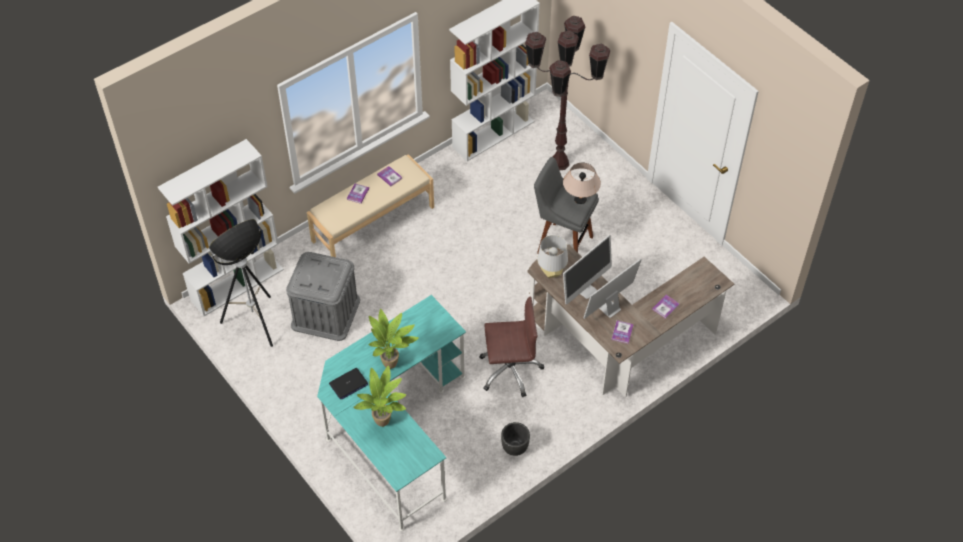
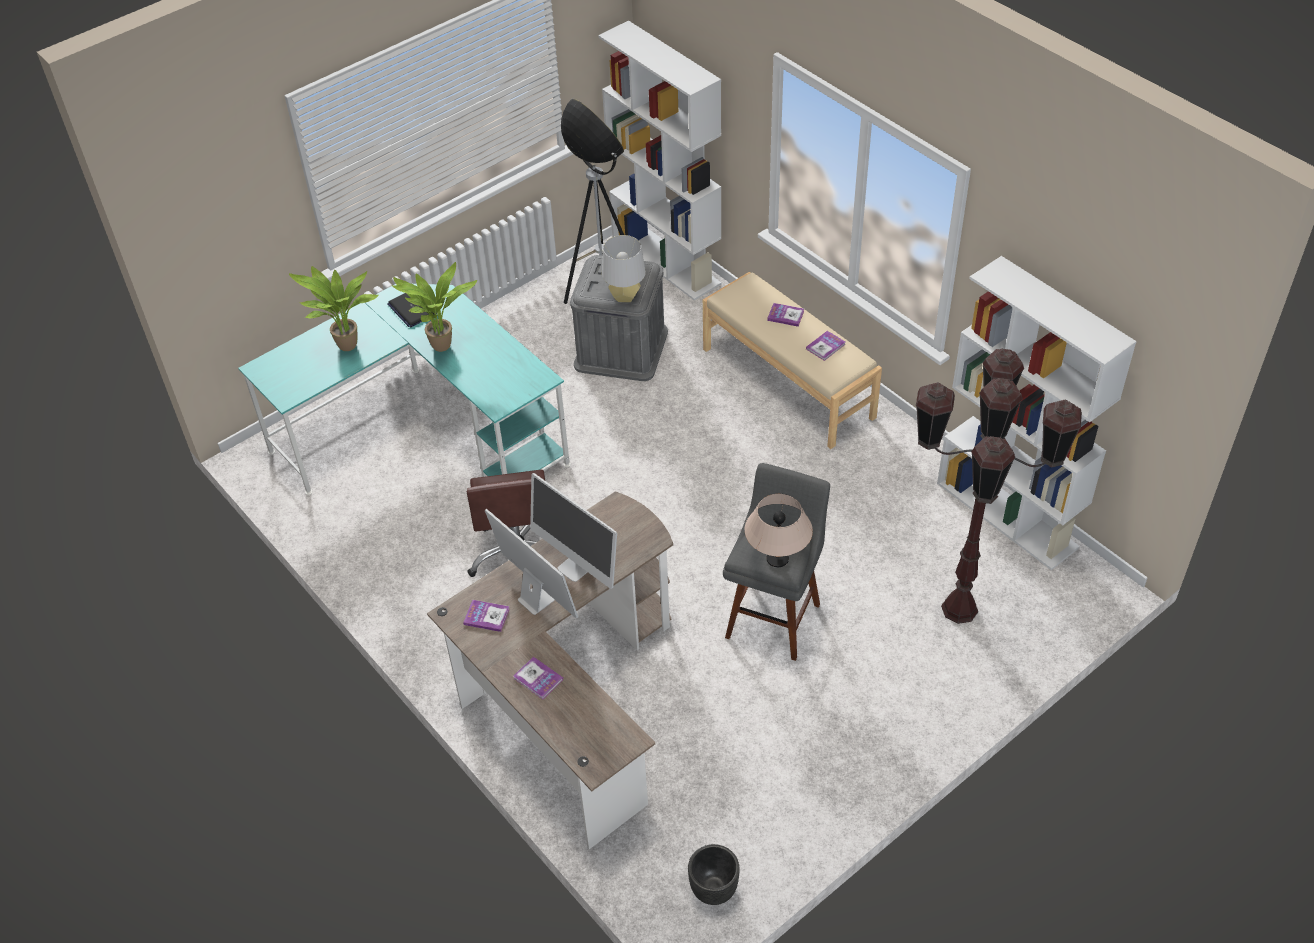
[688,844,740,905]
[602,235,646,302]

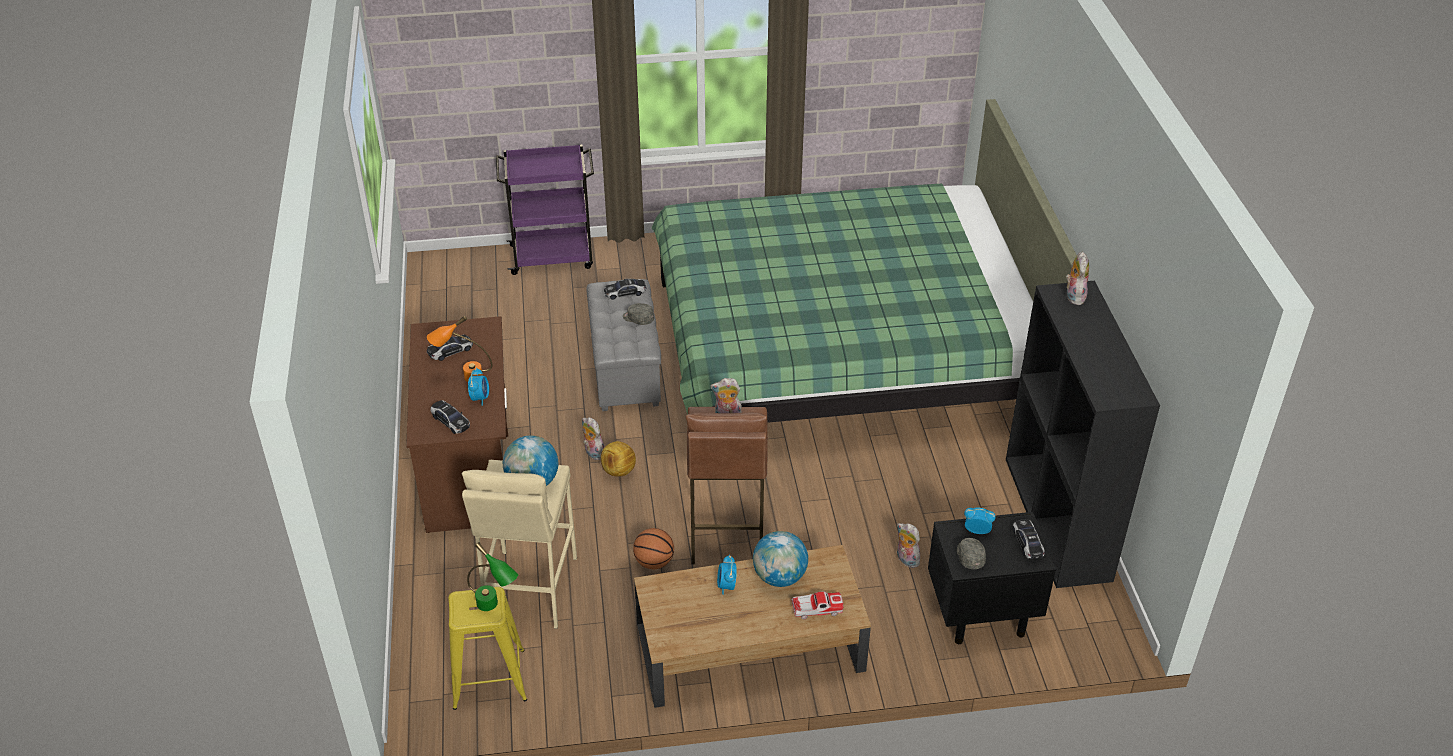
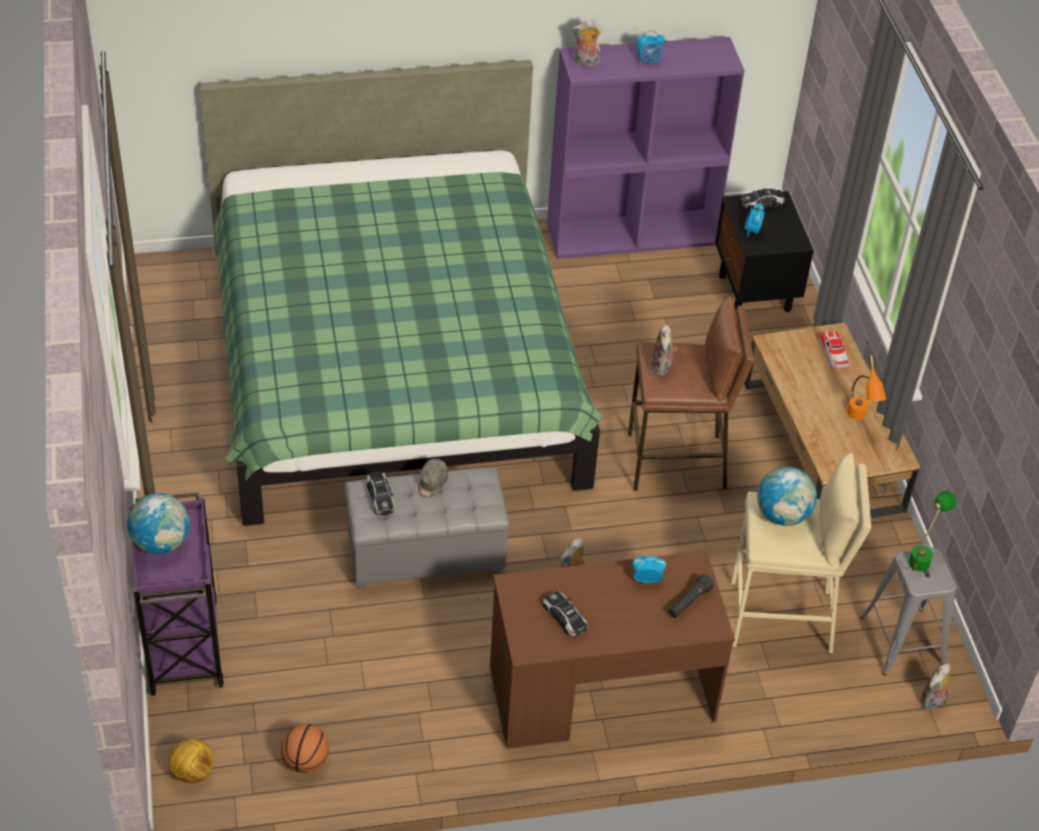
[847,355,886,420]
[668,574,714,618]
[861,548,957,675]
[168,738,214,783]
[281,724,329,773]
[637,31,665,64]
[127,493,189,554]
[919,663,951,710]
[957,538,986,569] (first image)
[547,37,745,259]

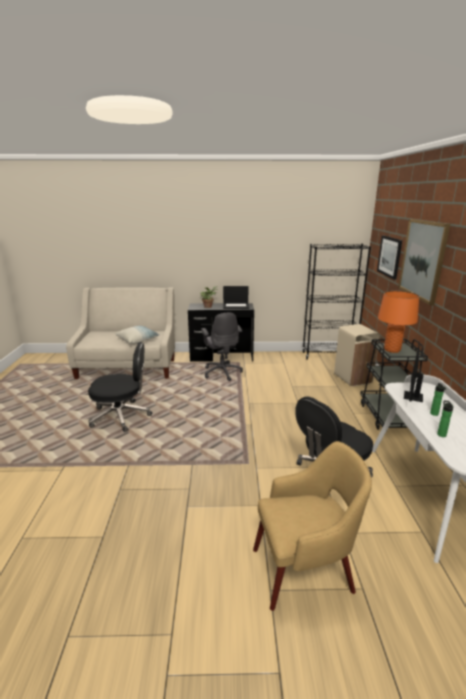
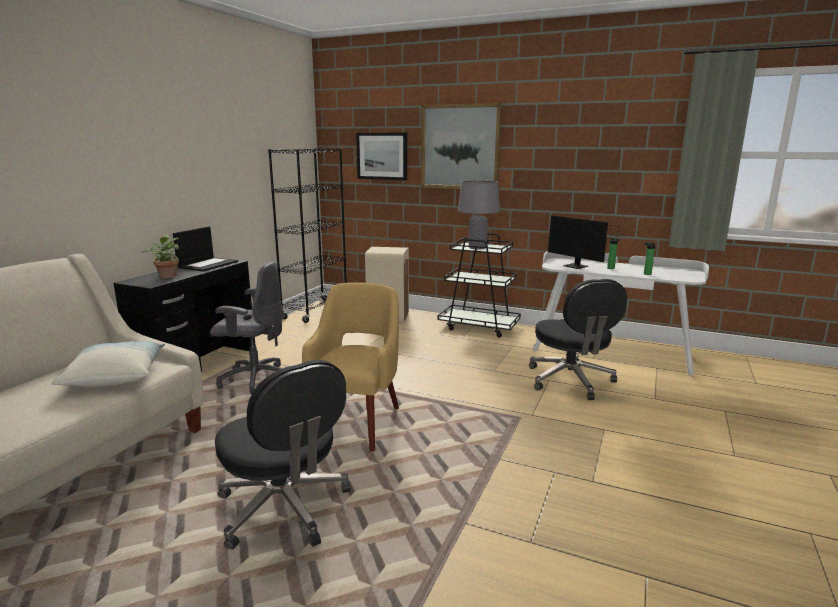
[215,360,351,550]
[302,282,399,451]
[458,181,500,250]

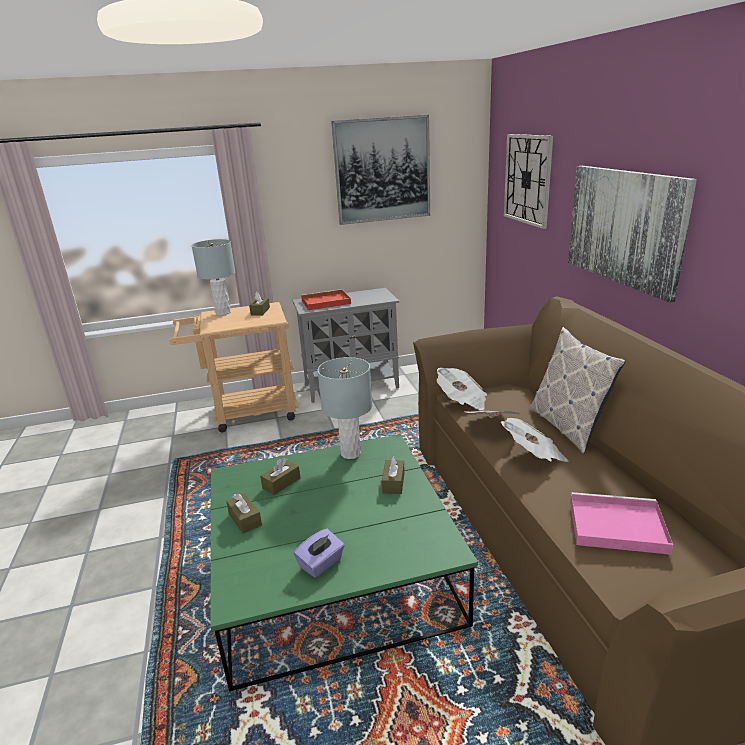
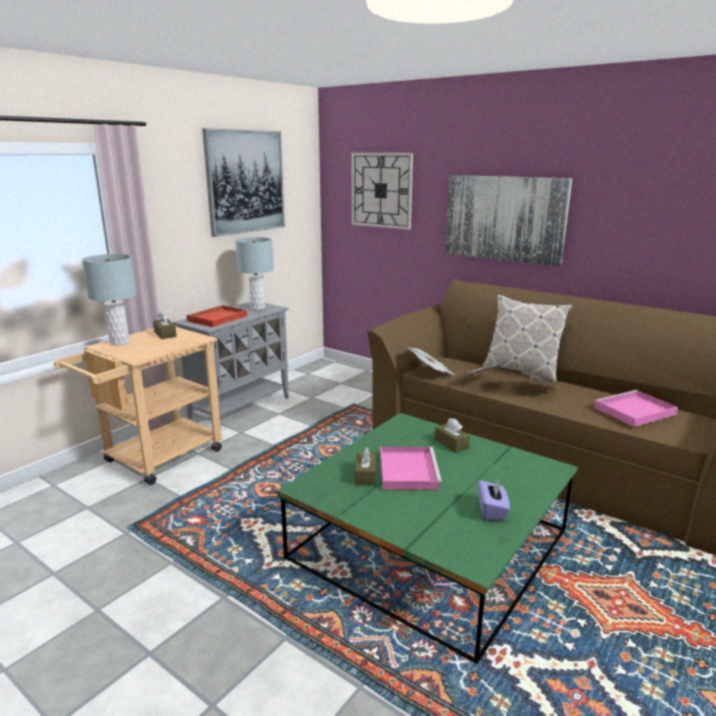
[226,493,262,534] (first image)
[235,237,274,310]
[380,447,442,490]

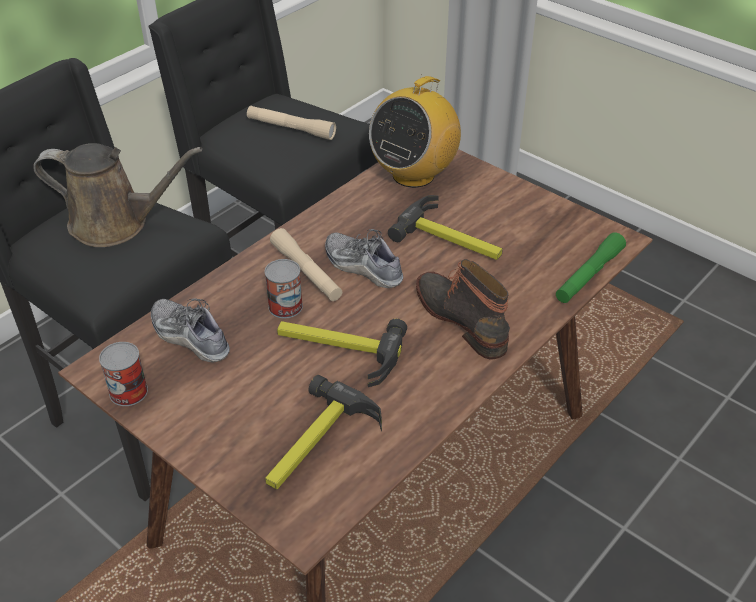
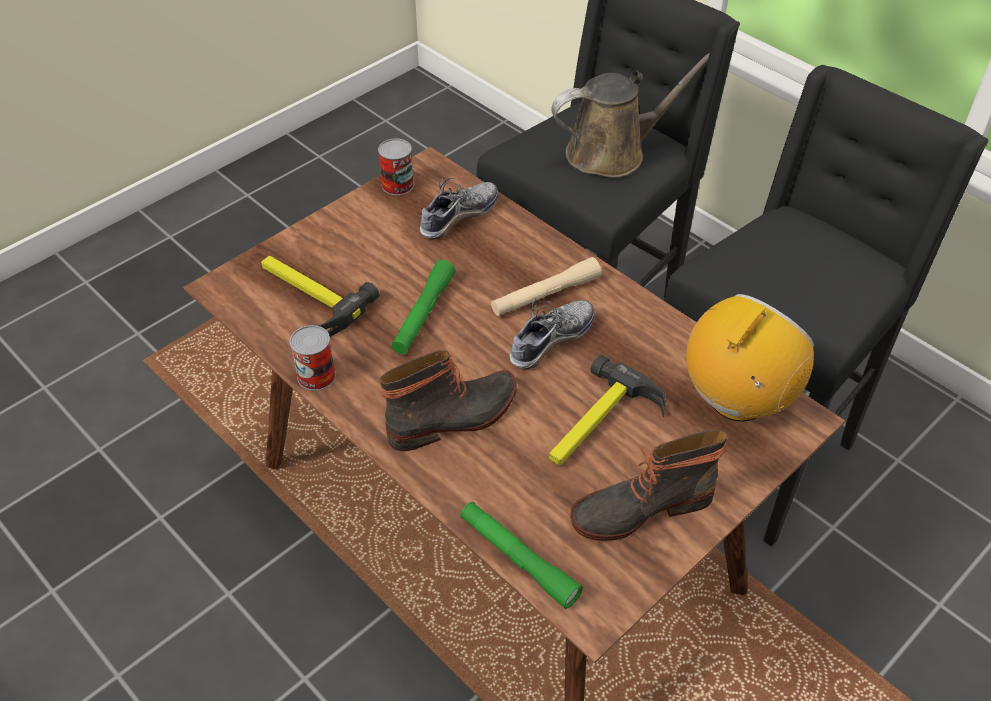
[551,53,710,178]
[247,106,336,140] (first image)
[290,325,336,391]
[391,260,456,354]
[686,294,814,422]
[570,430,728,541]

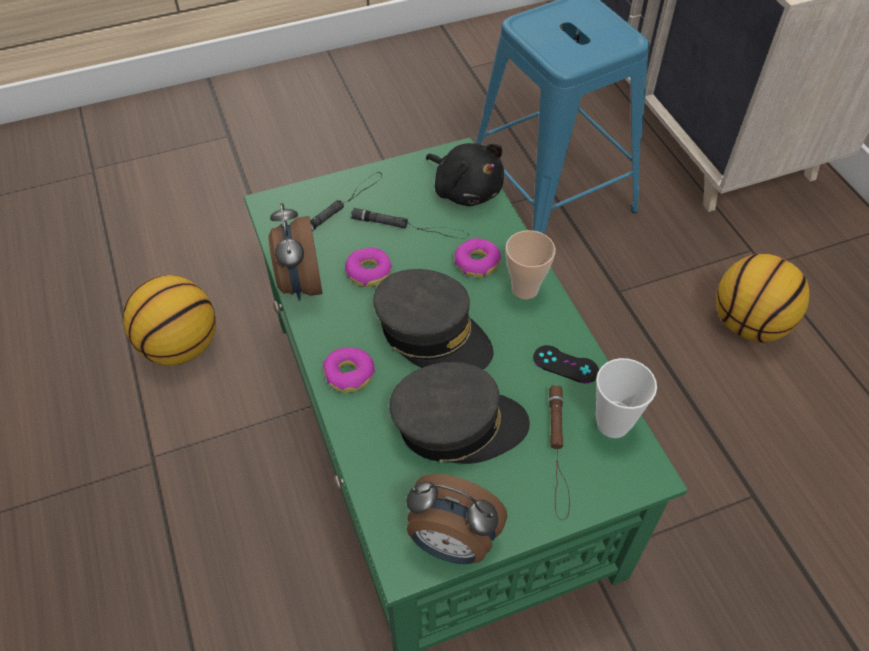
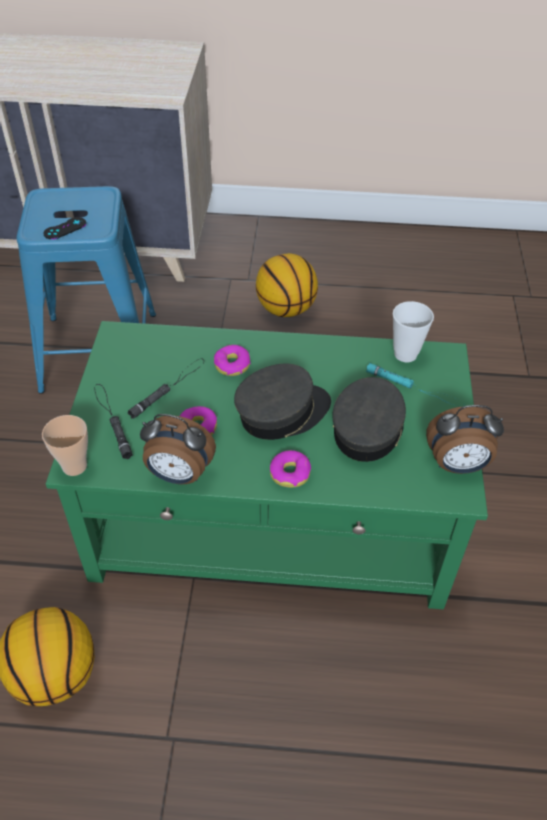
[426,405,504,474]
[426,143,504,206] (first image)
[42,415,88,476]
[43,217,86,239]
[366,363,464,407]

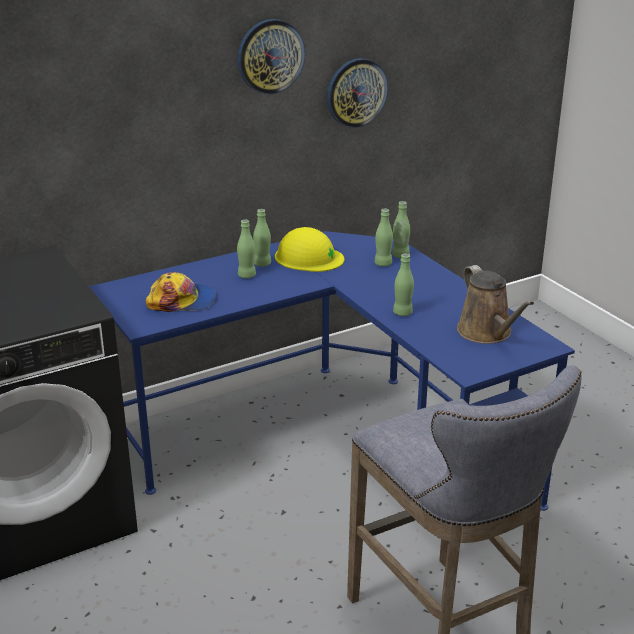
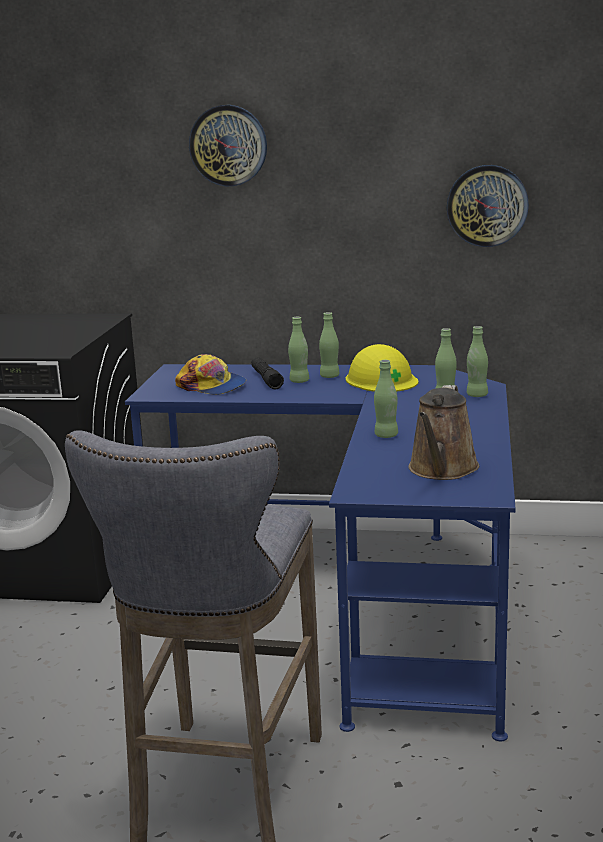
[189,105,267,186]
[251,357,284,389]

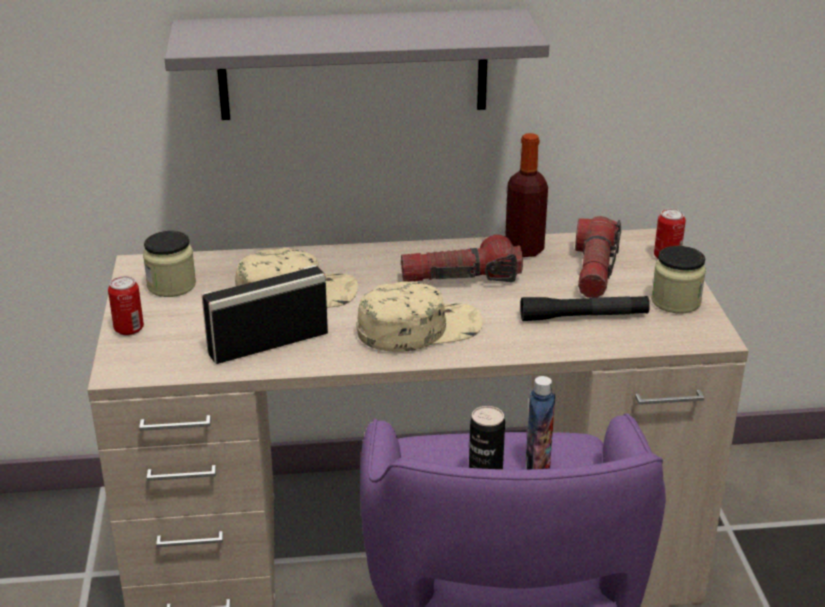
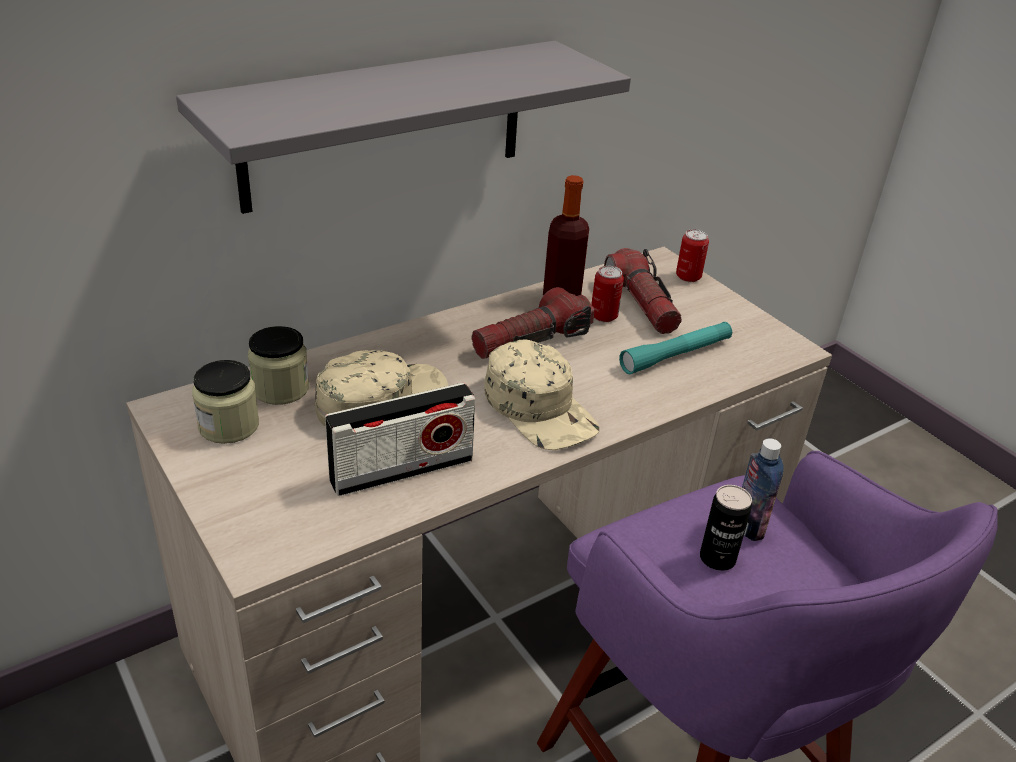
[591,266,624,322]
[325,383,475,496]
[484,340,599,450]
[619,322,732,374]
[248,326,309,405]

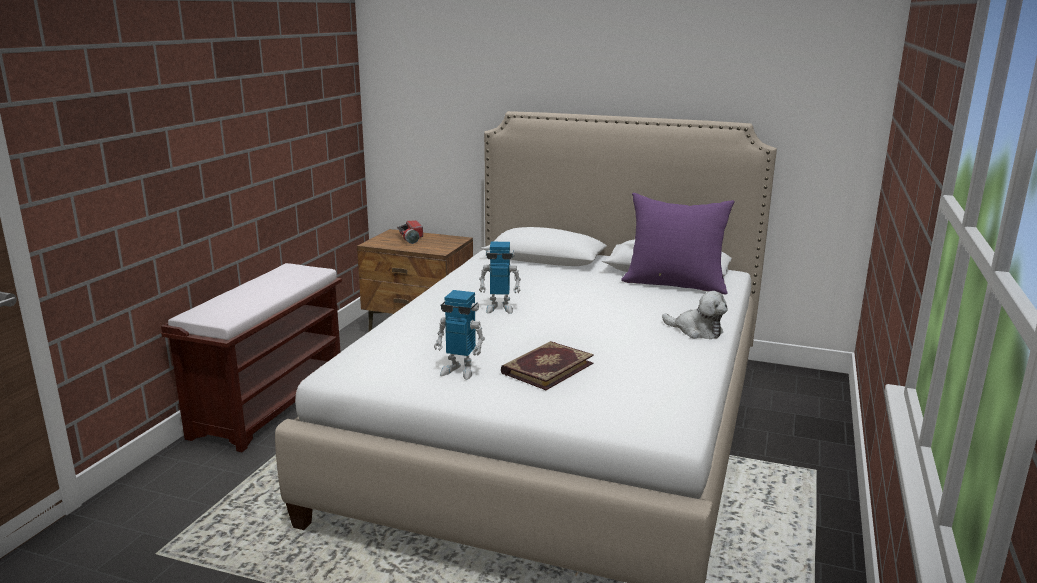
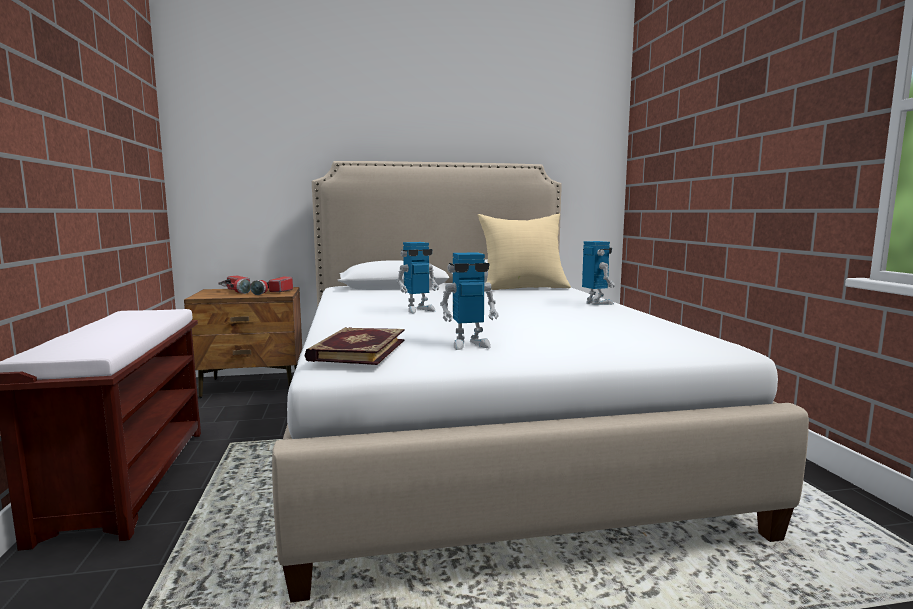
[305,327,405,365]
[477,214,571,290]
[582,241,615,305]
[250,276,293,295]

